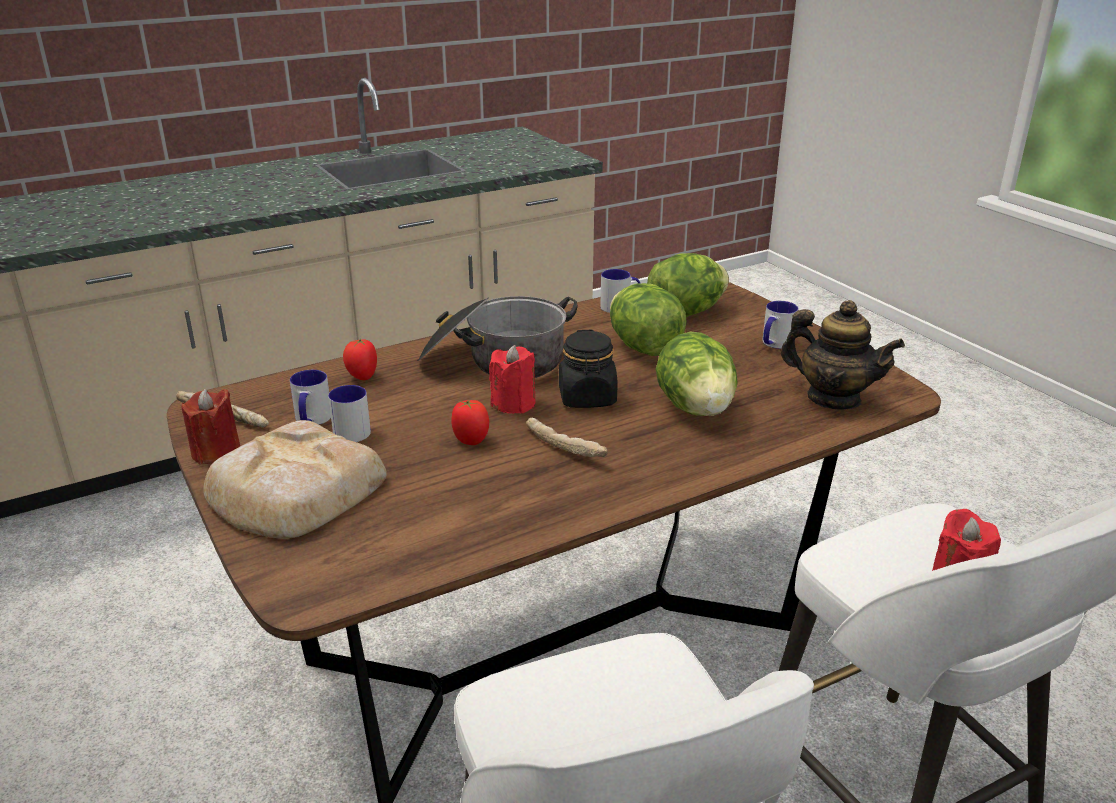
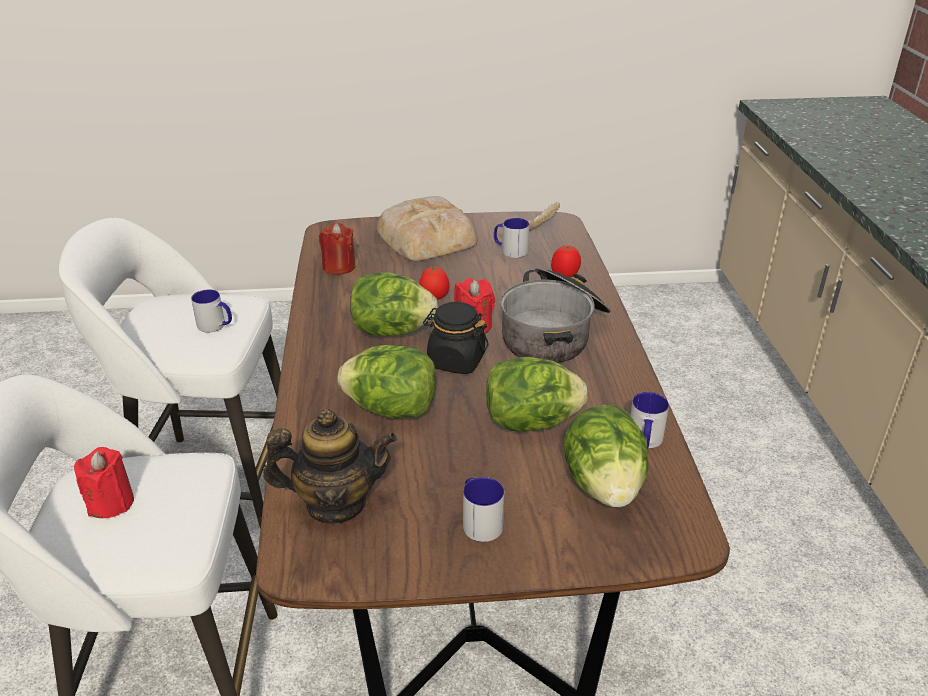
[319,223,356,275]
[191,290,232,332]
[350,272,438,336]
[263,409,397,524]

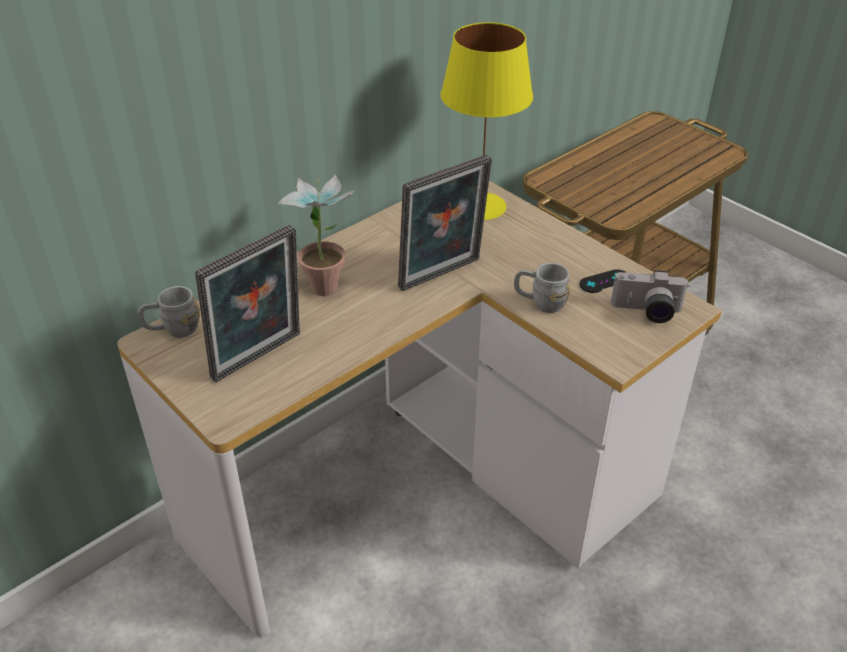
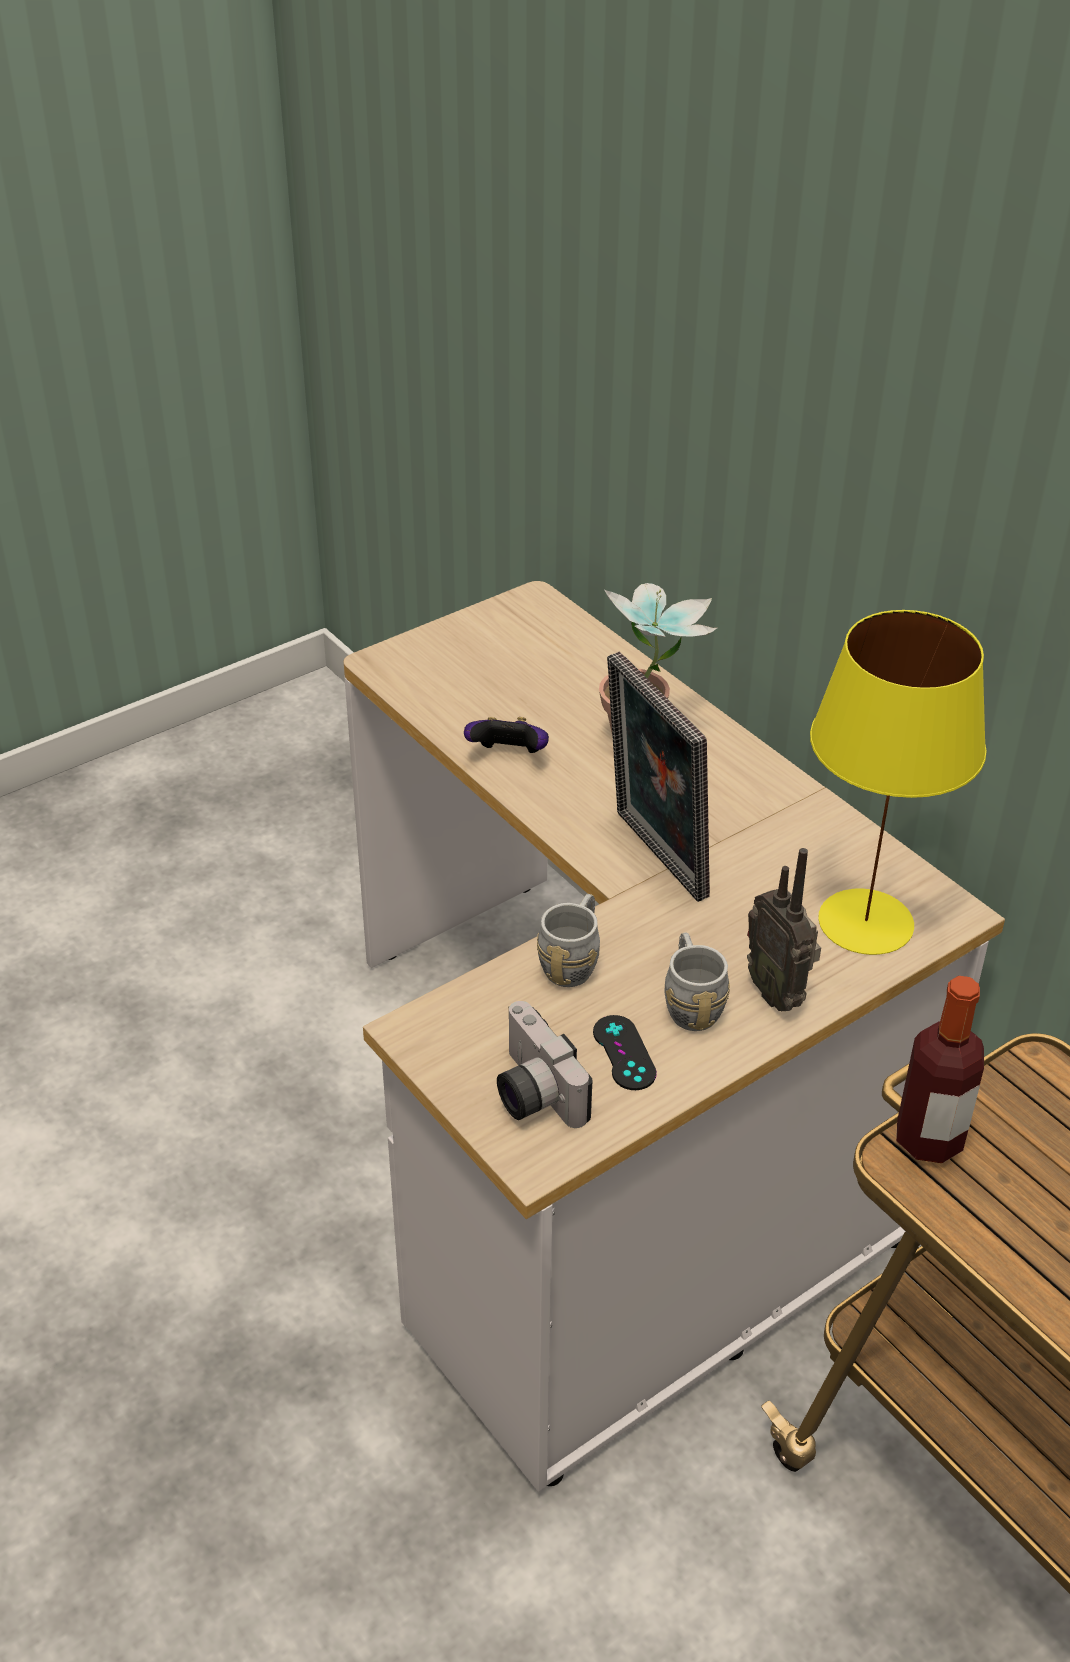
[664,932,730,1031]
[195,225,300,382] (first image)
[497,1001,592,1128]
[464,717,549,753]
[747,848,821,1011]
[896,976,984,1163]

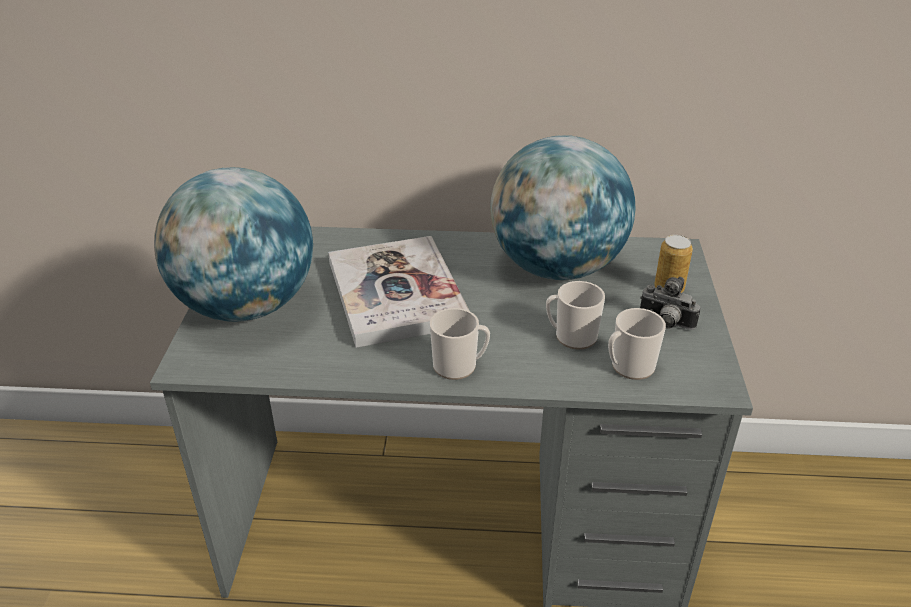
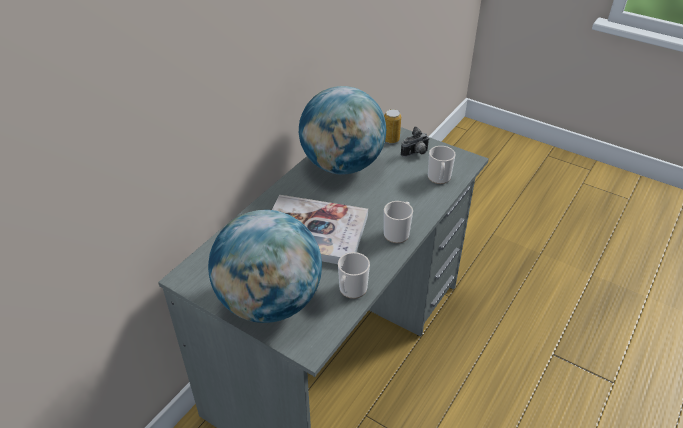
[338,252,370,299]

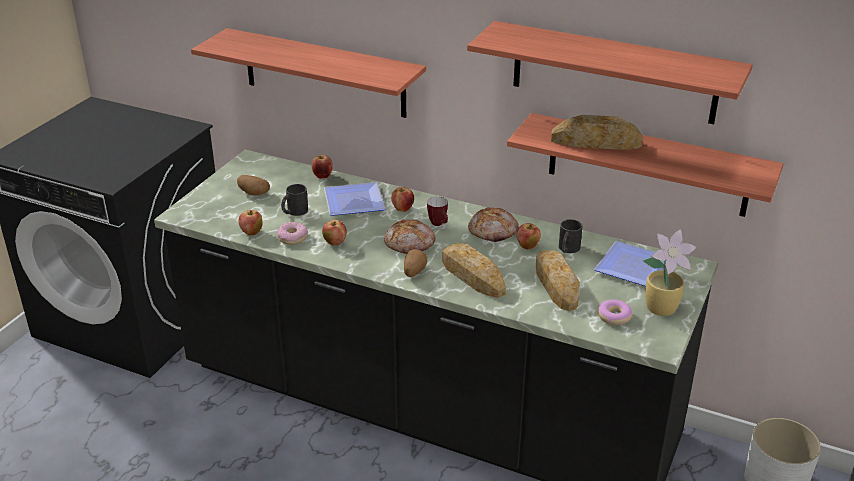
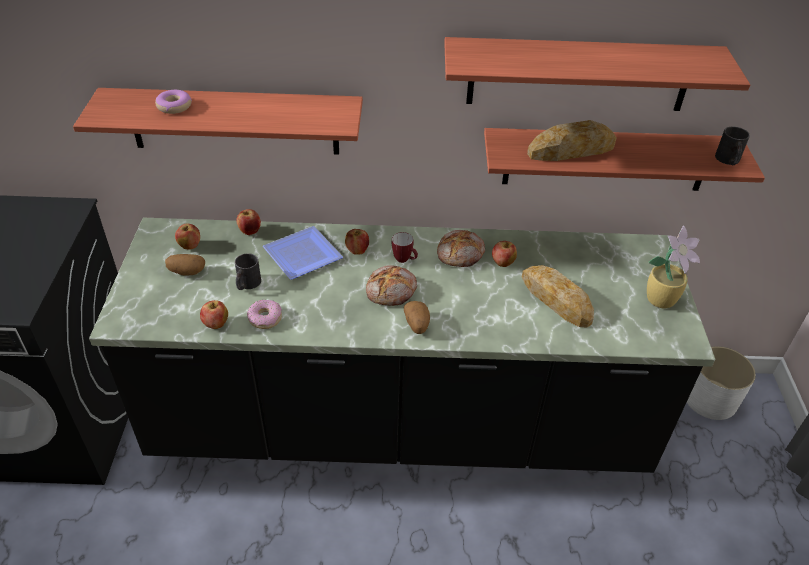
[175,223,200,250]
[442,243,506,298] (first image)
[715,127,750,165]
[594,241,664,286] (first image)
[155,90,192,114]

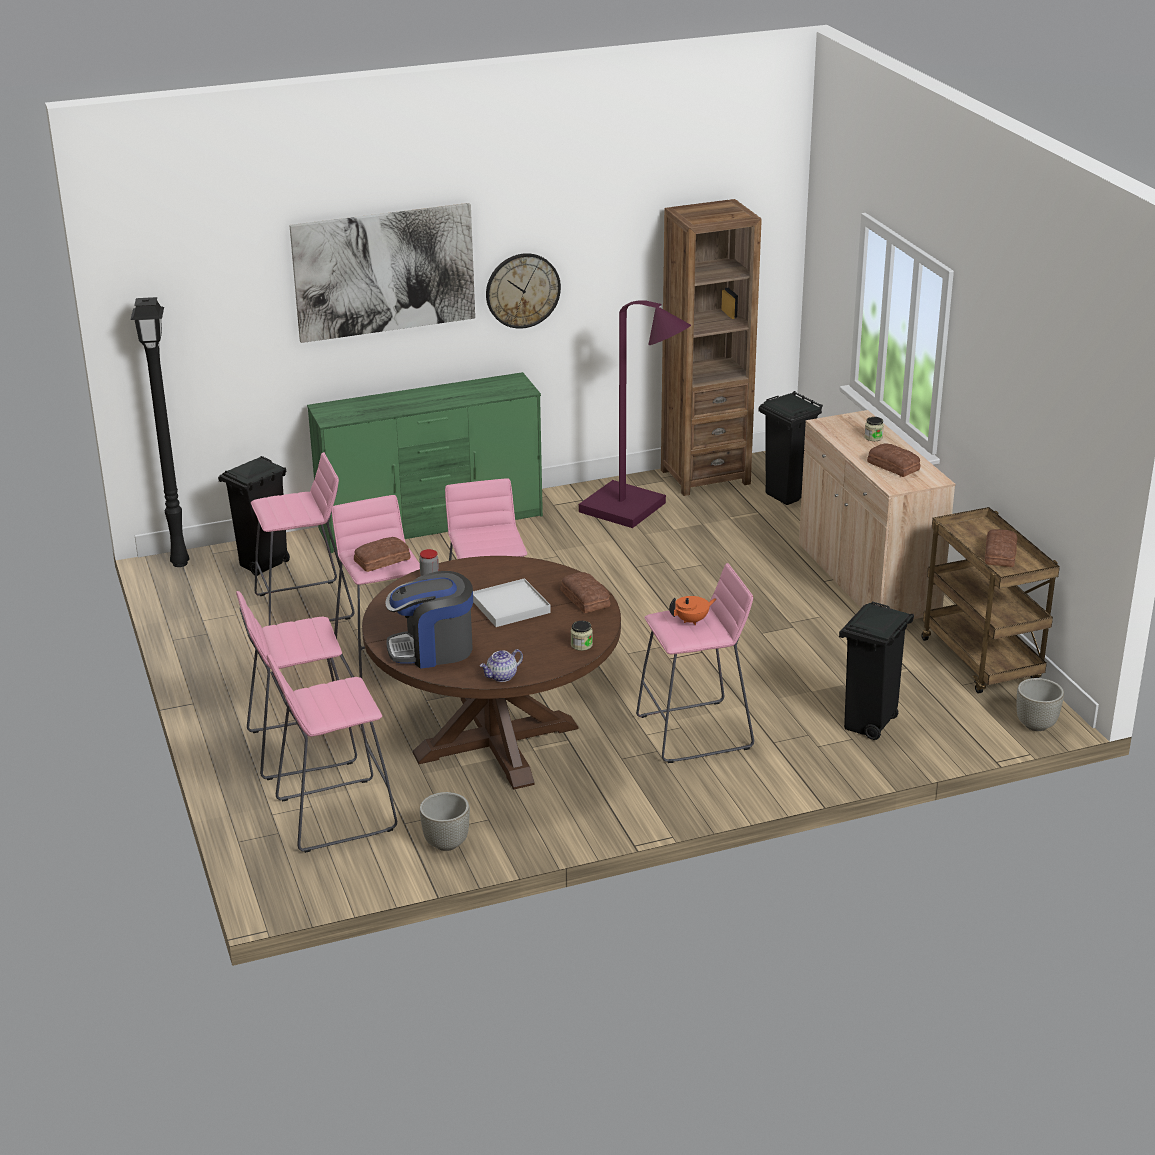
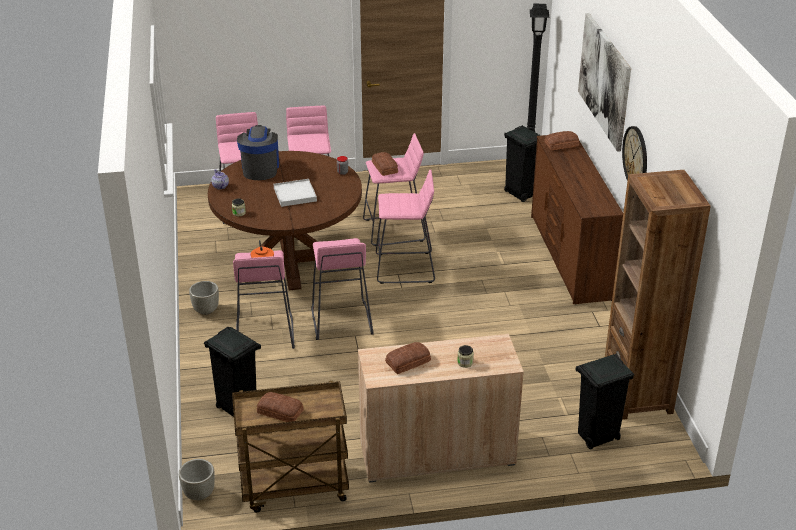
[311,238,374,340]
[531,135,623,305]
[189,281,219,315]
[544,131,579,150]
[579,300,691,528] (first image)

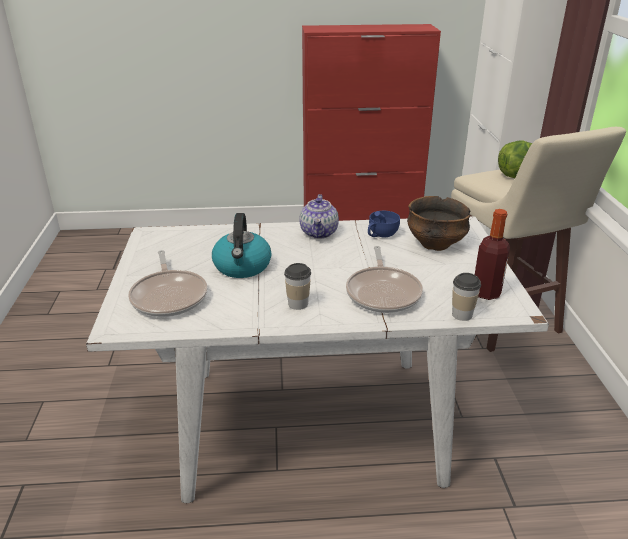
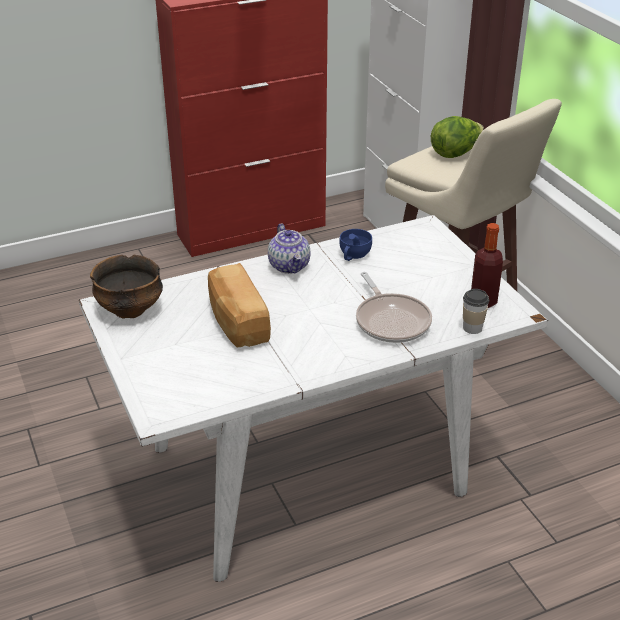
[128,250,208,317] (first image)
[208,263,271,347]
[284,263,311,310] (first image)
[90,254,163,319]

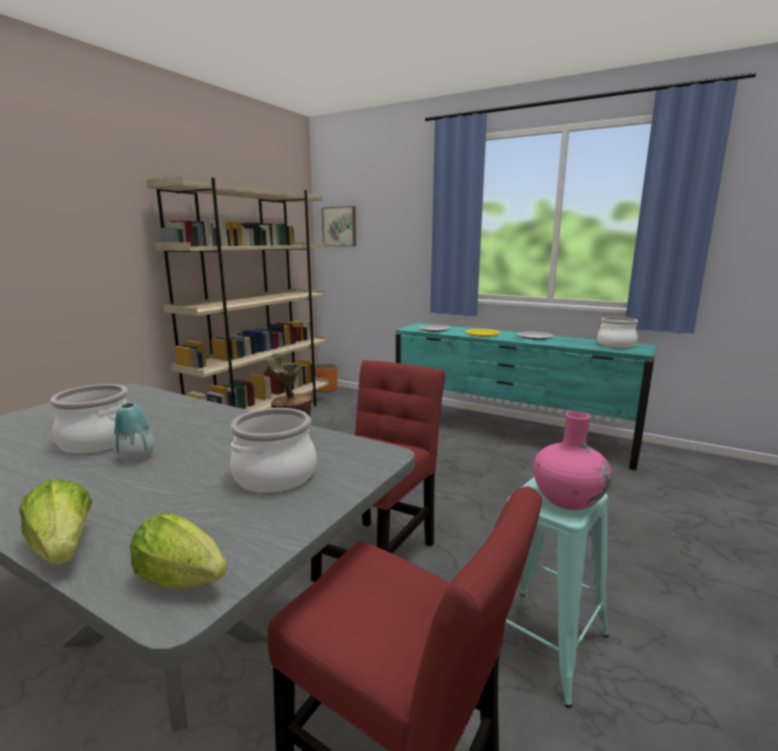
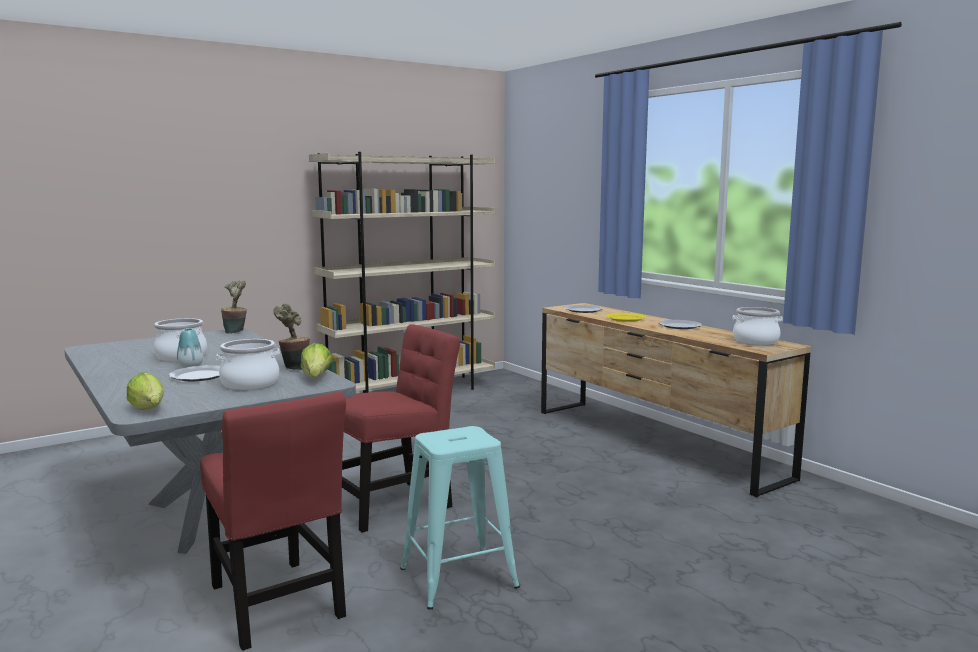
[300,343,332,377]
[315,363,337,393] (first image)
[322,206,356,247] (first image)
[541,303,811,497]
[533,411,612,510] (first image)
[169,365,220,381]
[221,280,247,334]

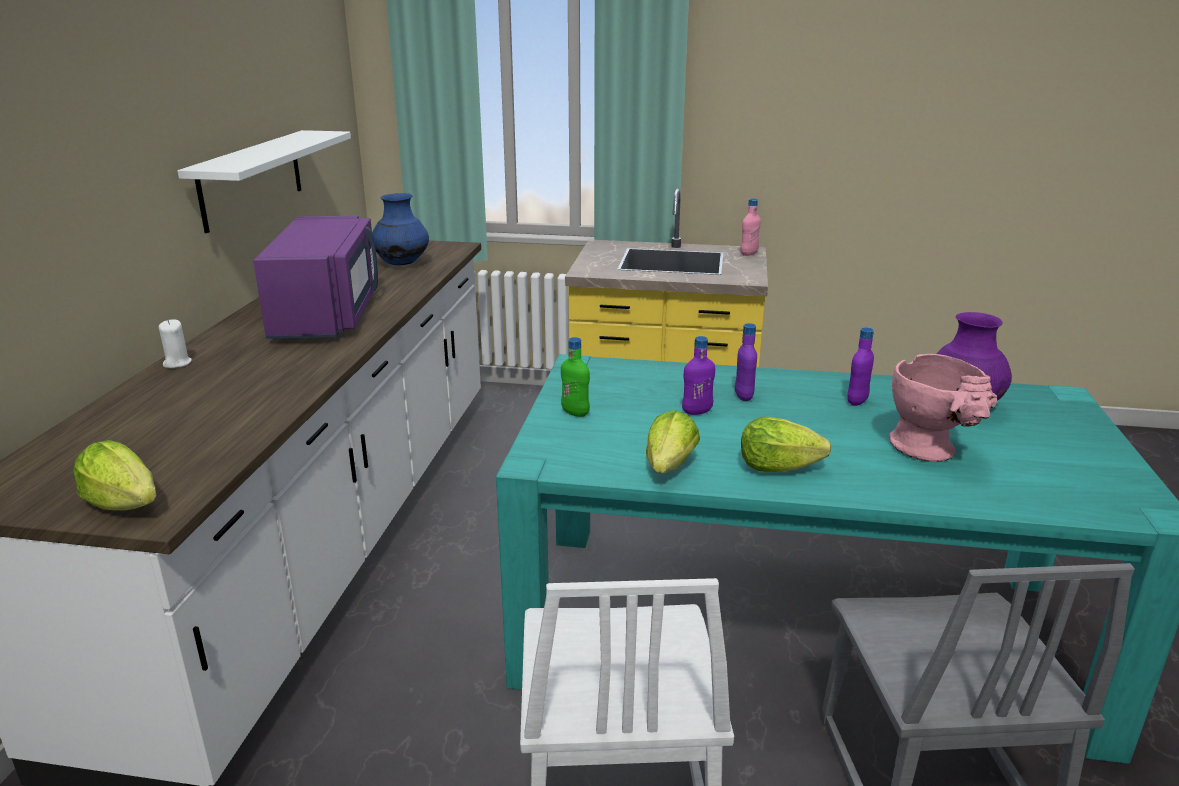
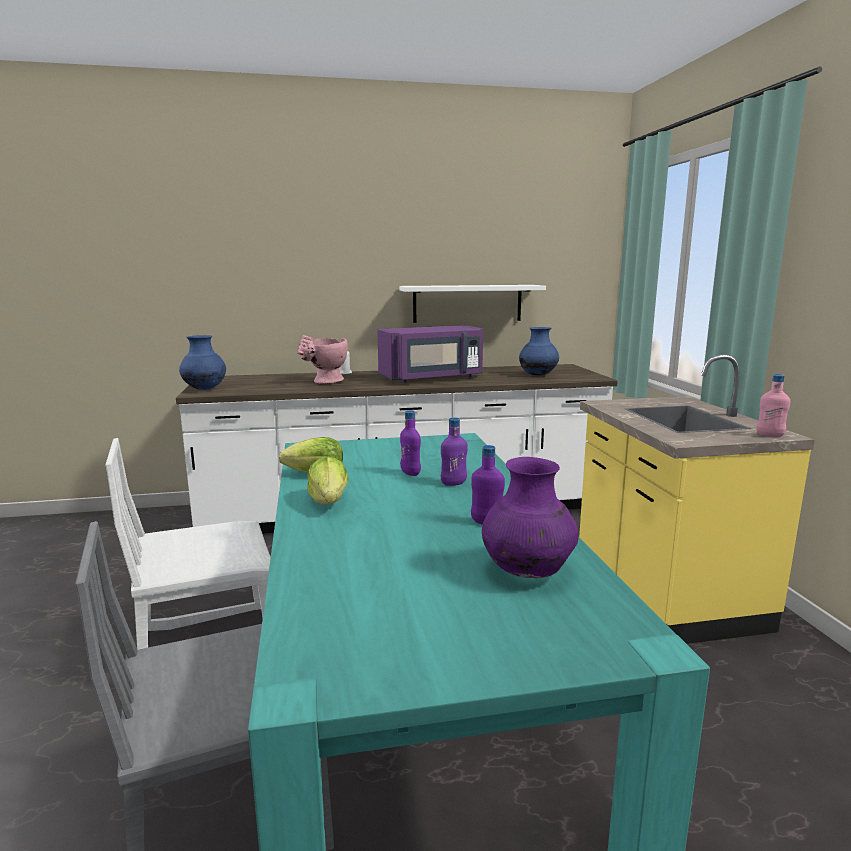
[179,335,226,390]
[561,337,590,417] (first image)
[297,335,348,384]

